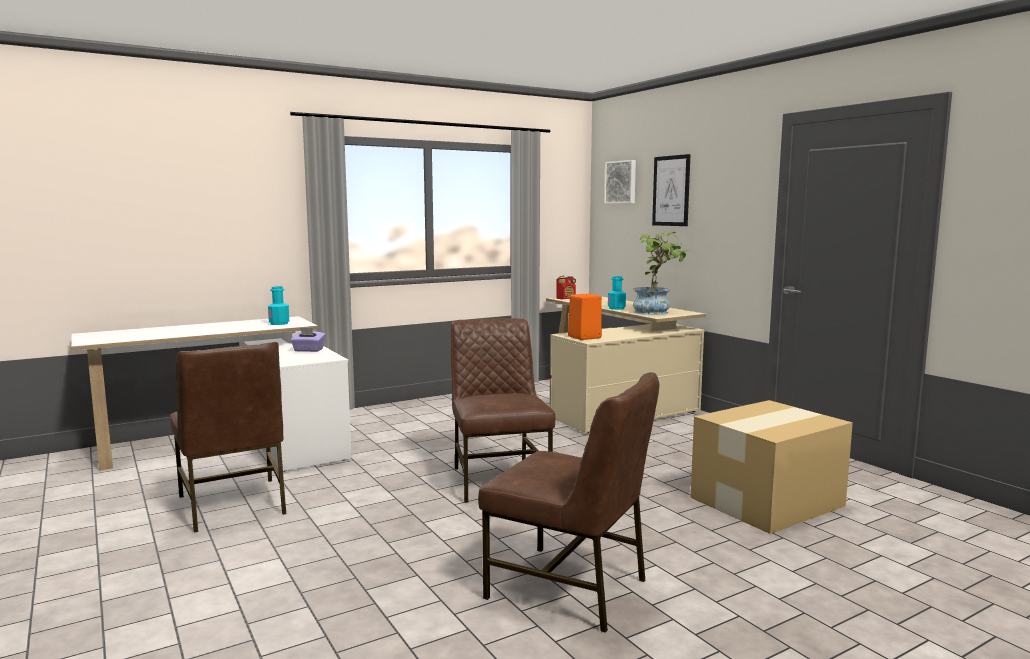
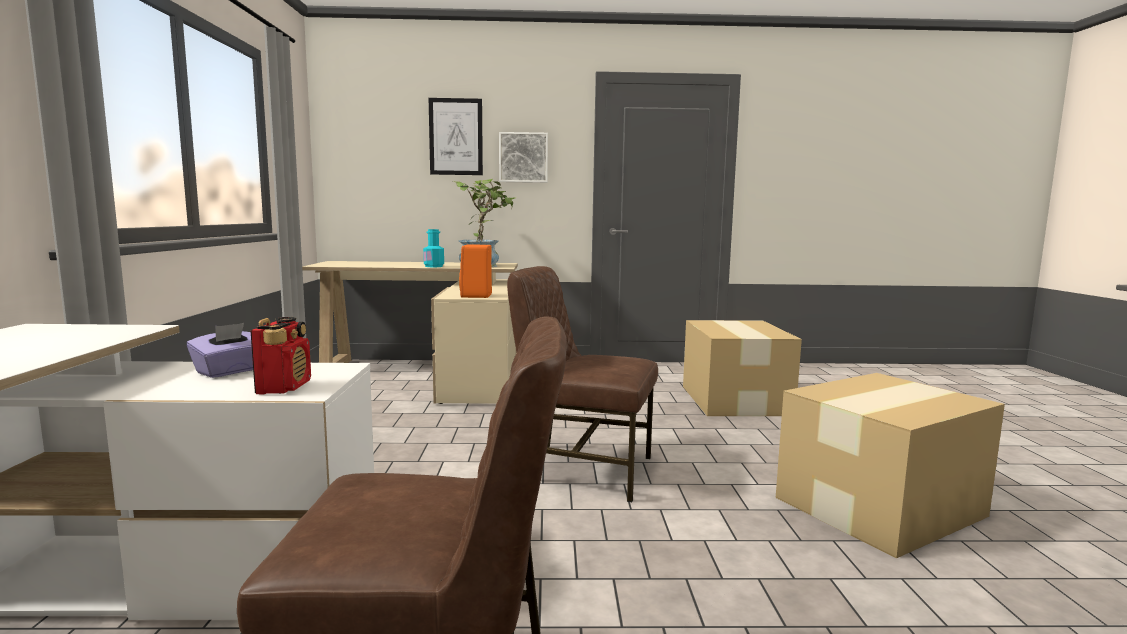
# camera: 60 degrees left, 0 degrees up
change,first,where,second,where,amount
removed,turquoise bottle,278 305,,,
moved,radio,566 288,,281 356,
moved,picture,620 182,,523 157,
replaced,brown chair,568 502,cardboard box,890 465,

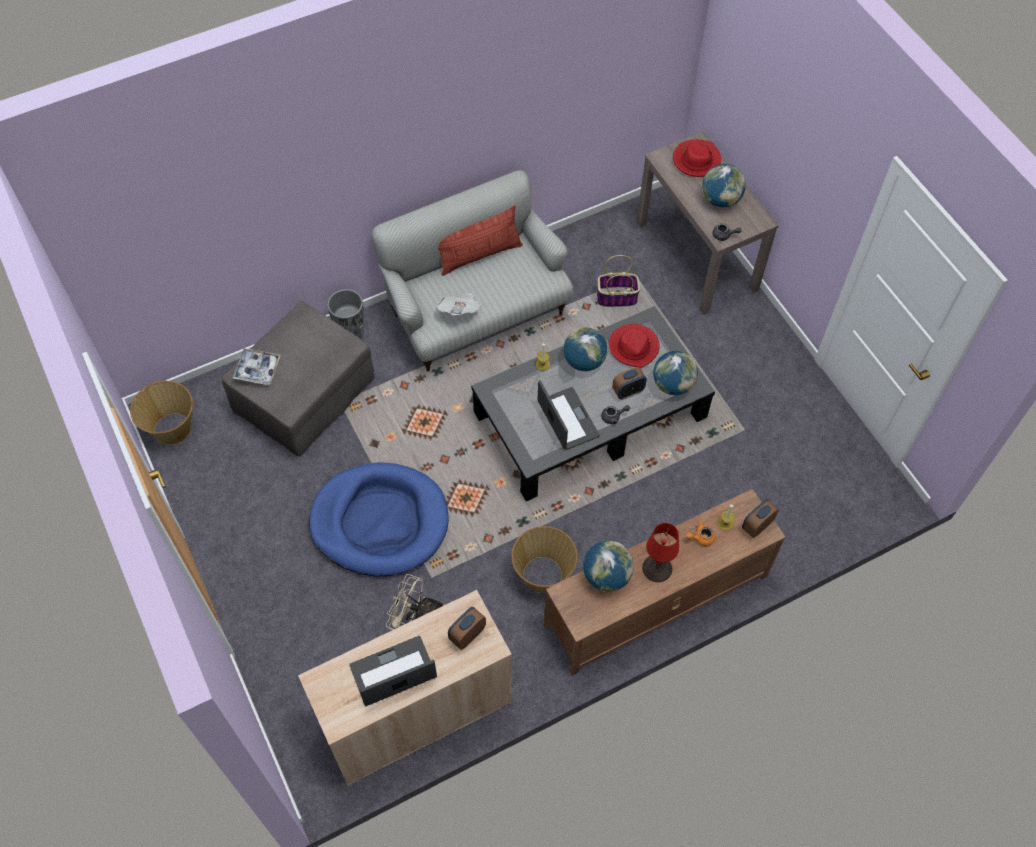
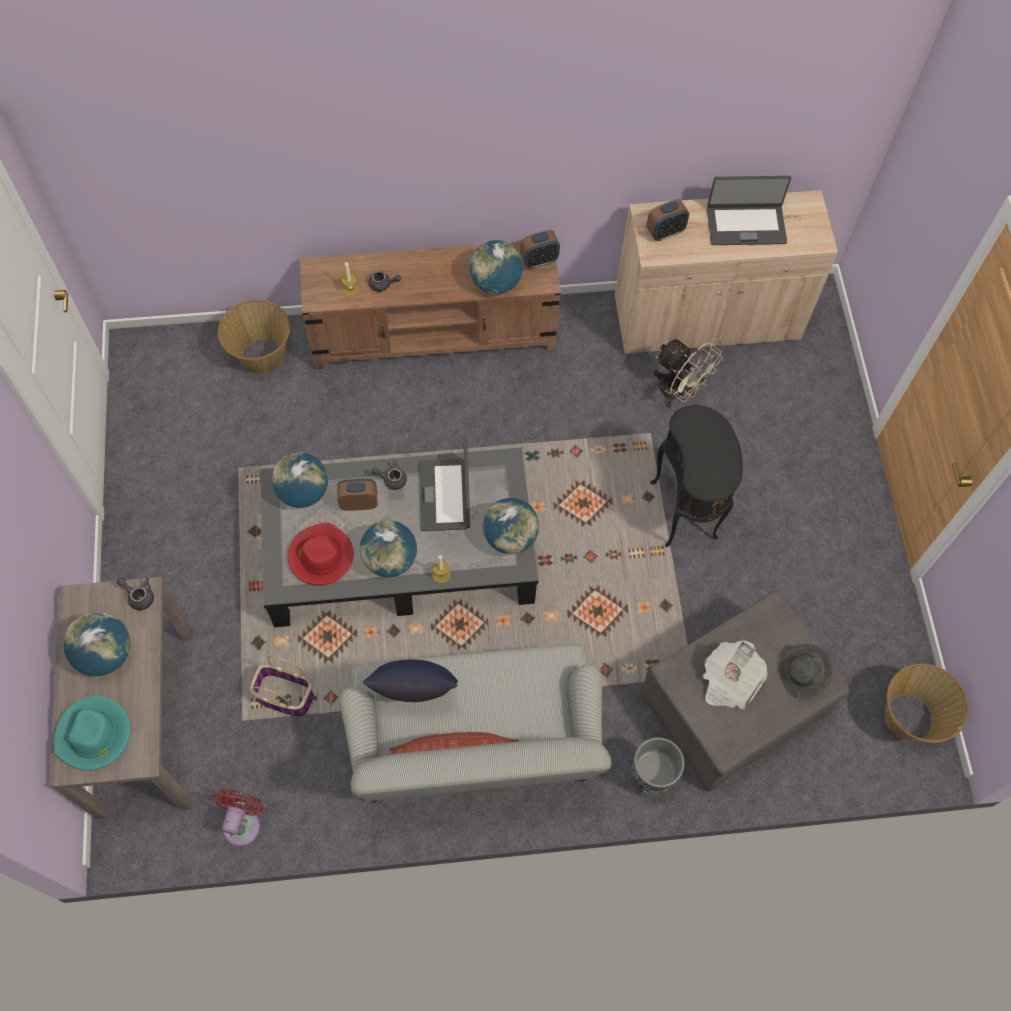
# camera: 160 degrees left, 5 degrees up
change,first,where,second,where,amount
removed,red table lamp,660 552,,,
added,,,red fan,239 817,
added,,,blue pillow,410 680,
added,,,globe,511 526,
moved,newspaper,458 304,,735 675,
moved,basket,544 559,,254 336,
moved,alarm clock,760 518,,540 249,
replaced,tray,256 366,grey hat,806 671,
replaced,blue dog bed,379 519,black side table,696 476,
recoloured,red hat,697 158,turquoise hat,92 733,
recoloured,orange teapot,700 533,grey teapot,385 281,

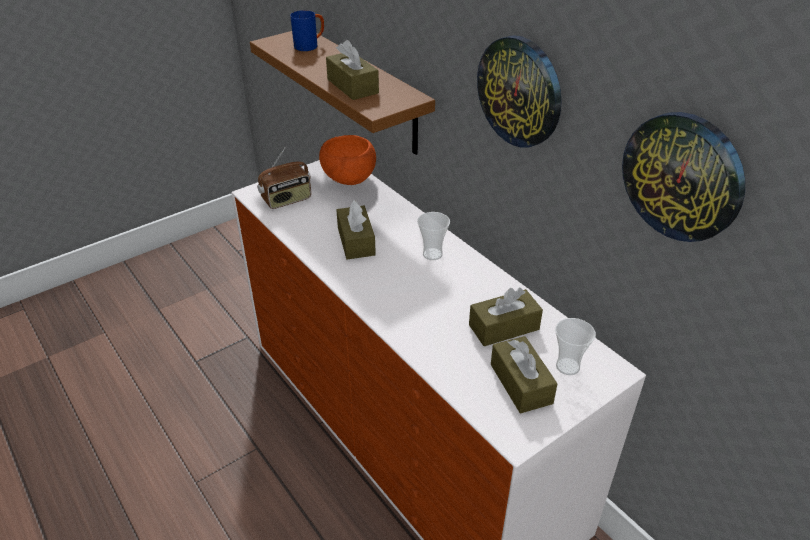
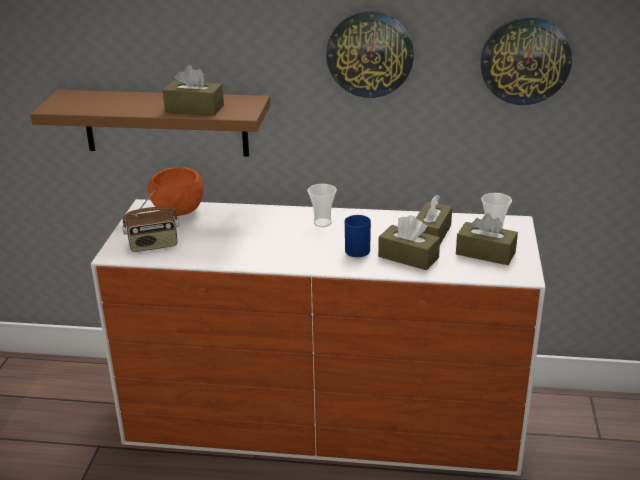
# camera: 45 degrees left, 10 degrees down
change,first,where,second,where,amount
moved,blue mug,307 30,,358 236,
moved,brown tissue box,356 229,,409 242,
turned,radio,284 177,,150 220,60 degrees clockwise

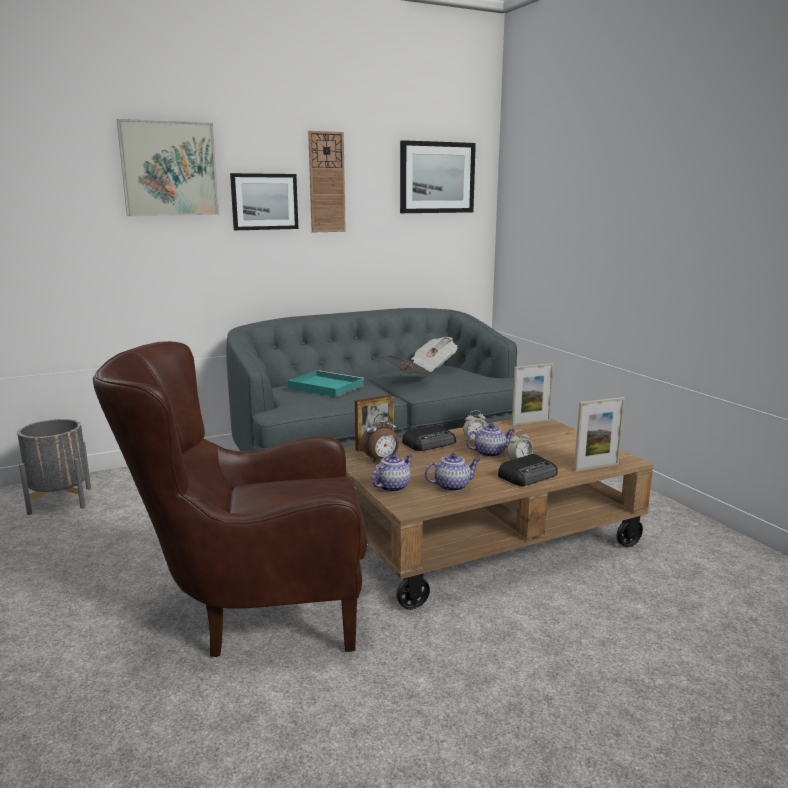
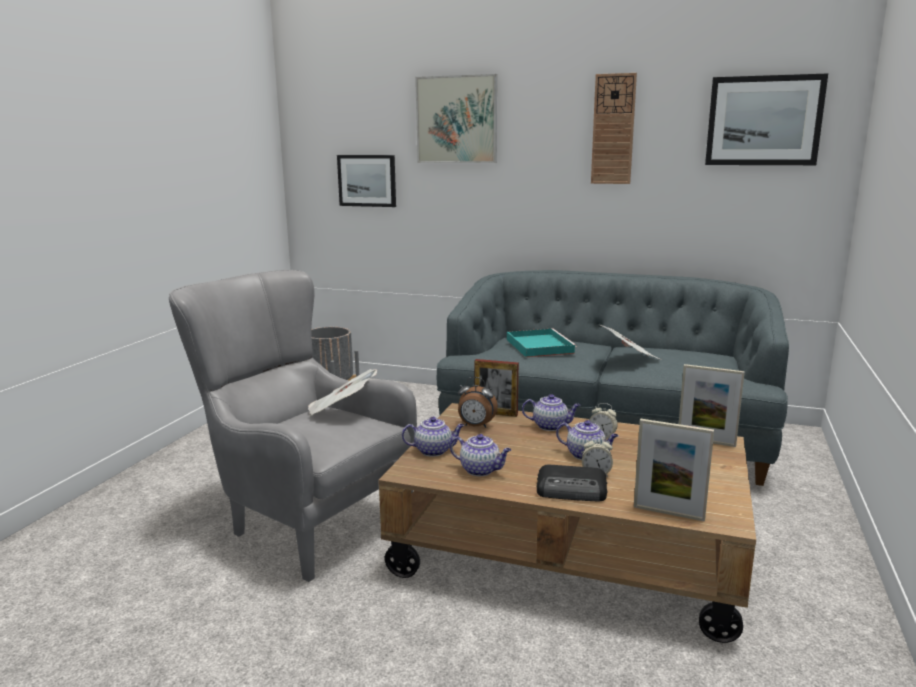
# camera: 45 degrees right, 0 degrees up
change,first,where,second,where,amount
moved,picture,264 201,,366 181,
moved,newspaper,434 354,,342 392,
replaced,radio,429 438,teapot,551 412,
recoloured,brown armchair,230 499,grey armchair,293 426,

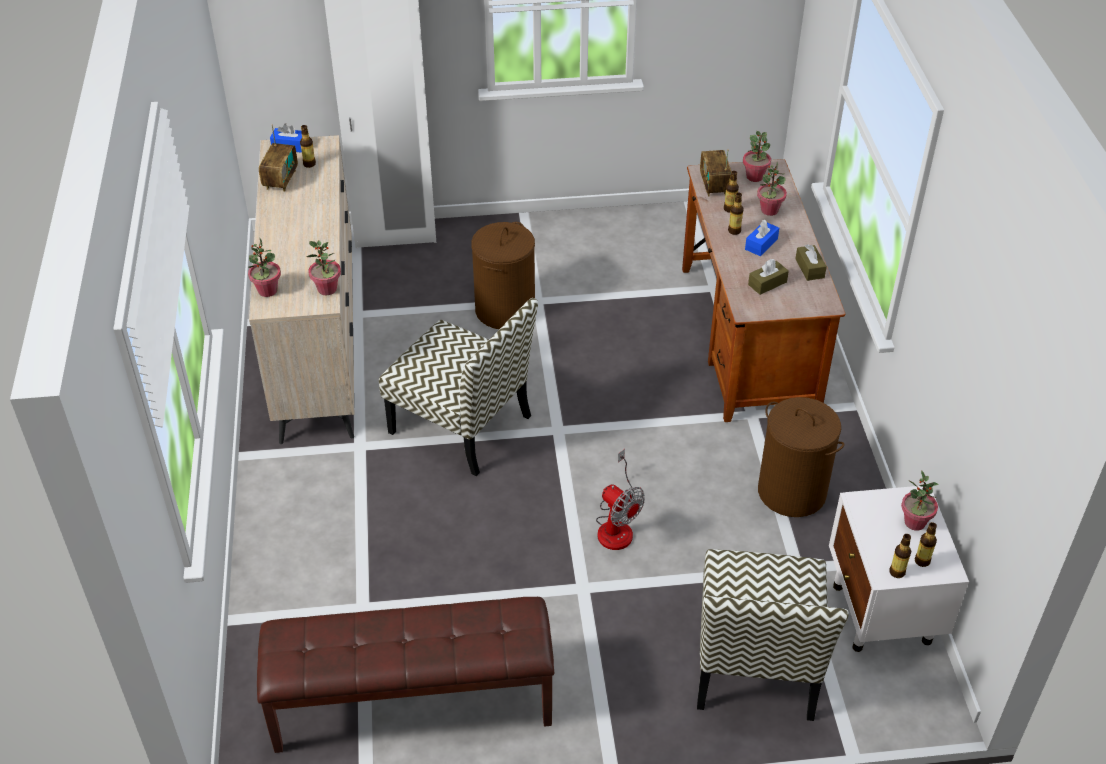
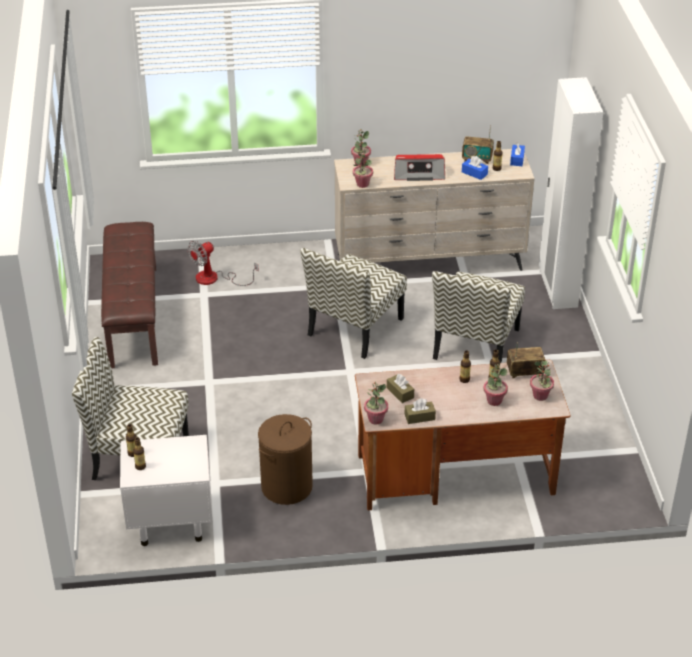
# camera: 90 degrees right, 5 degrees down
change,first,where,second,where,amount
added,,,radio,419 167,
moved,fan,620 499,,223 263,
moved,blue tissue box,762 238,,475 168,
moved,potted plant,920 500,,376 403,
replaced,brown laundry basket,503 275,chair,478 317,

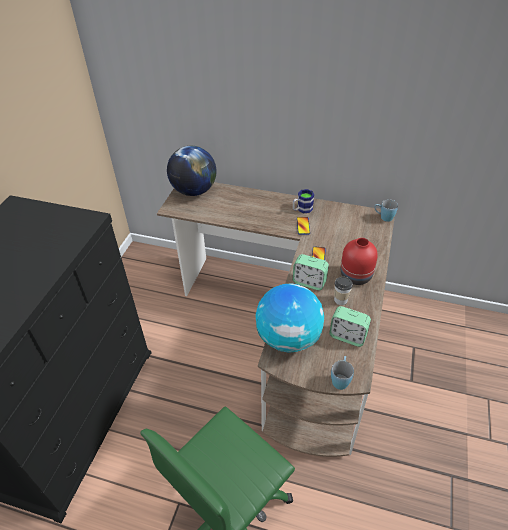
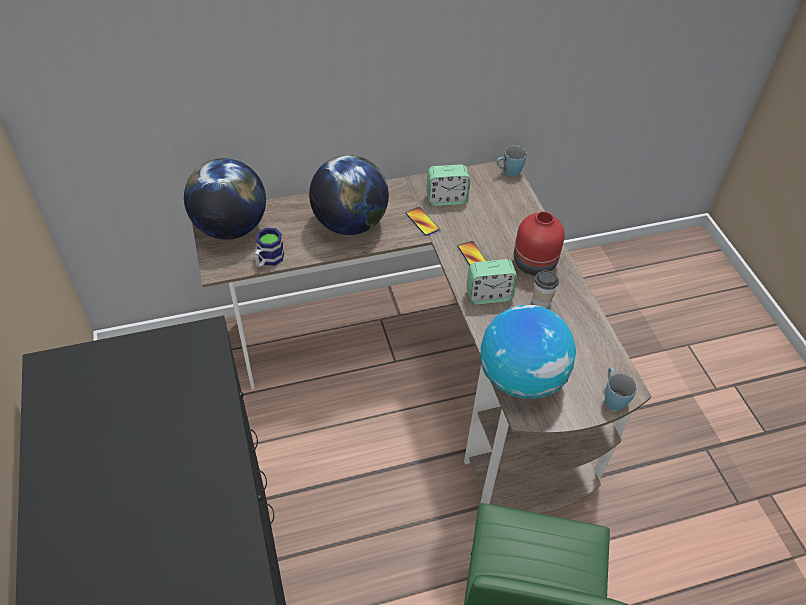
# camera: 35 degrees left, 5 degrees up
change,first,where,second,where,amount
added,,,globe,349 195,
moved,mug,303 201,,269 248,
moved,alarm clock,350 326,,448 185,

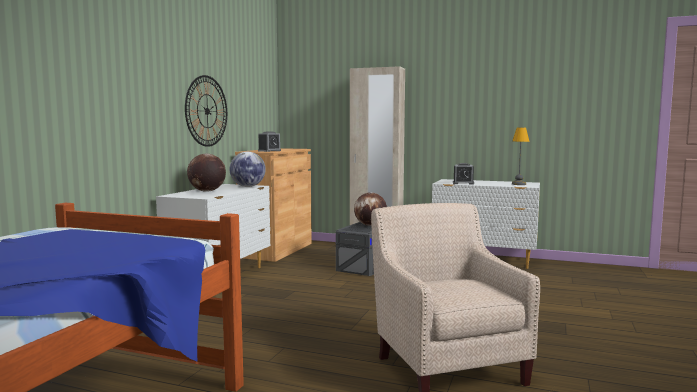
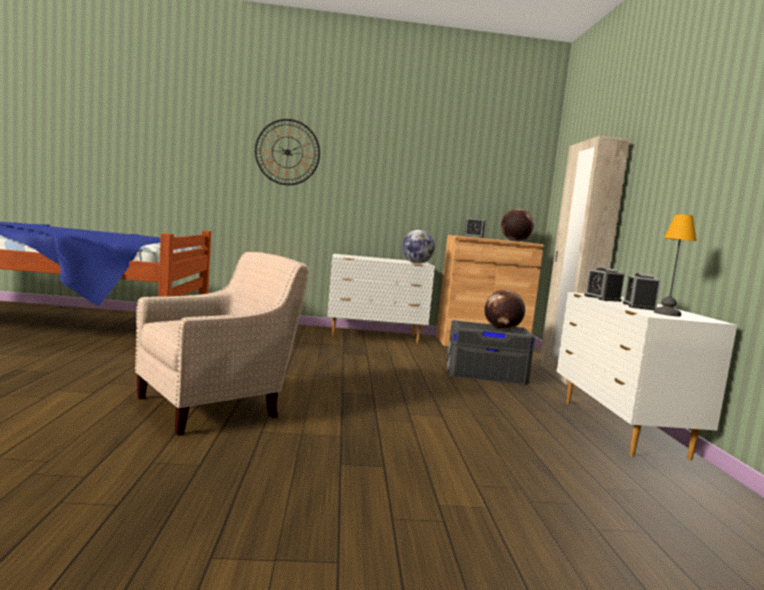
# camera: 65 degrees right, 0 degrees up
change,first,where,second,where,amount
added,,,alarm clock,642 291,
moved,wall clock,206 111,,287 152,
moved,globe,206 173,,517 225,

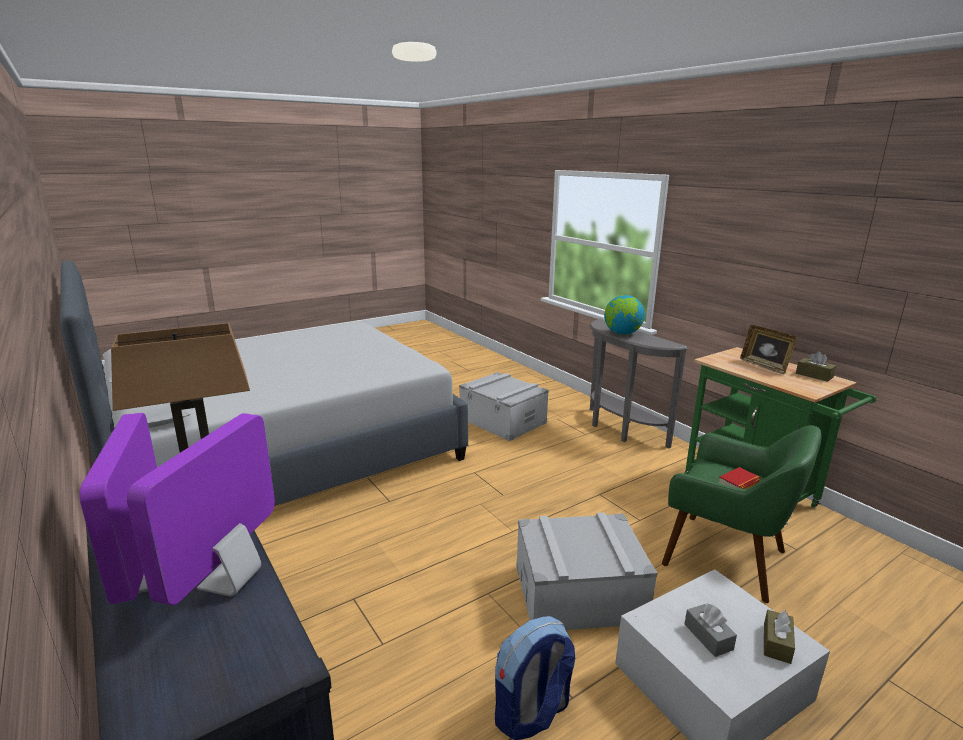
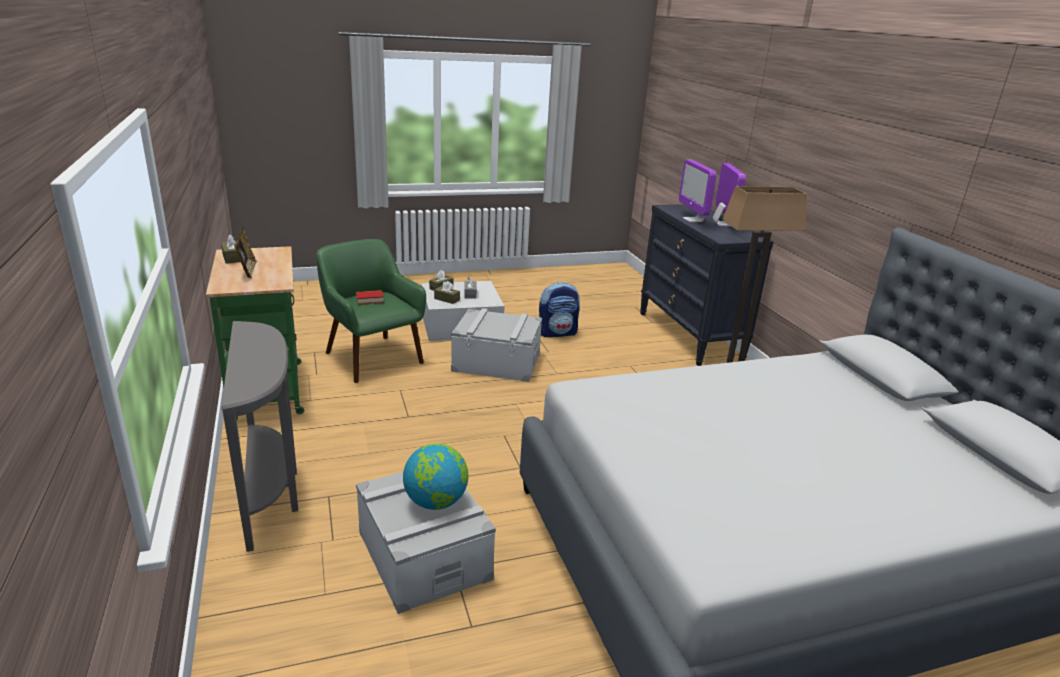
# camera: 165 degrees left, 5 degrees up
change,first,where,second,where,amount
added,,,brown tissue box,447 292,
moved,globe,624 315,,435 476,
turned,monitor,200 509,,698 191,135 degrees clockwise

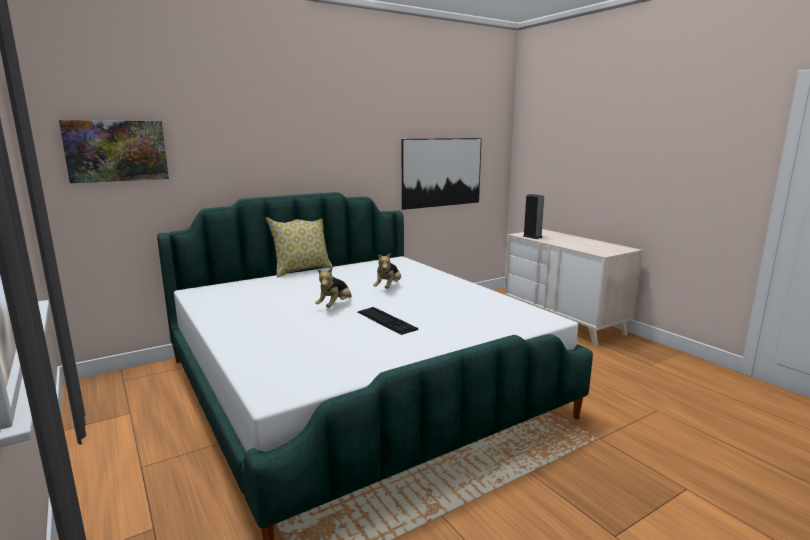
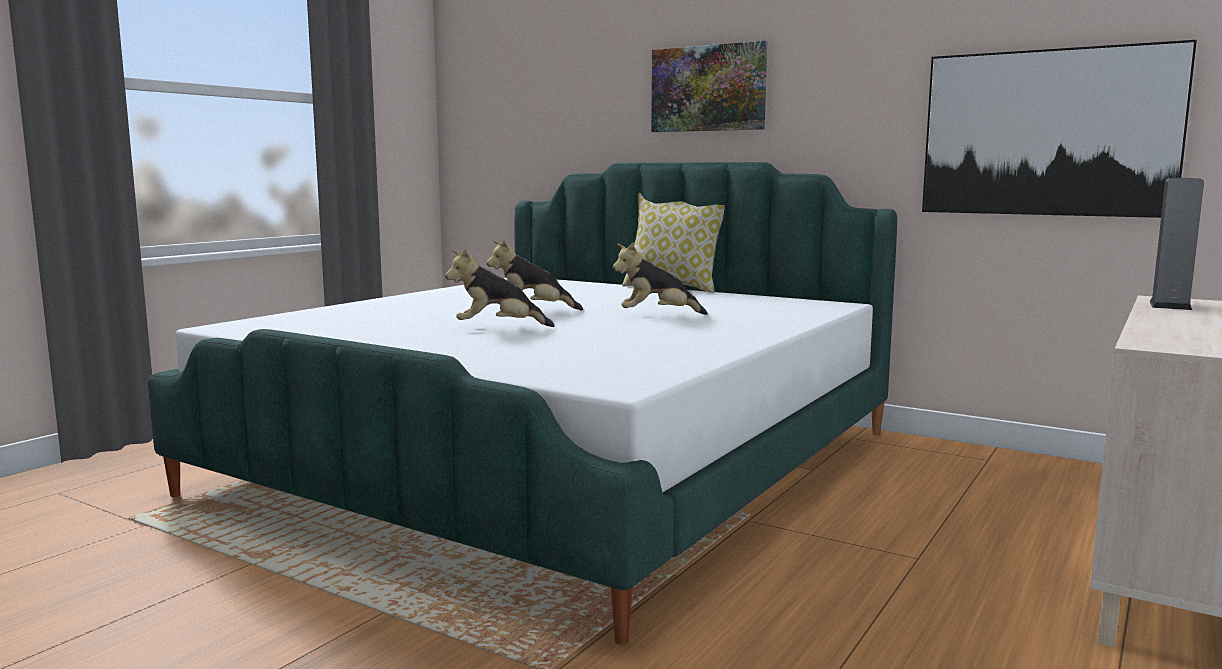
# camera: 65 degrees right, 5 degrees down
change,first,where,second,where,amount
moved,picture,114 151,,709 86,
replaced,keyboard,387 321,plush toy,500 288,

